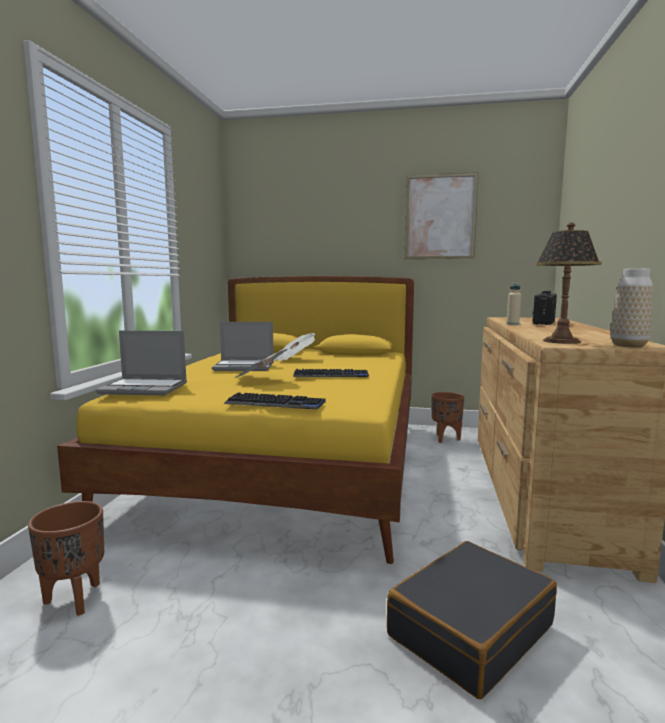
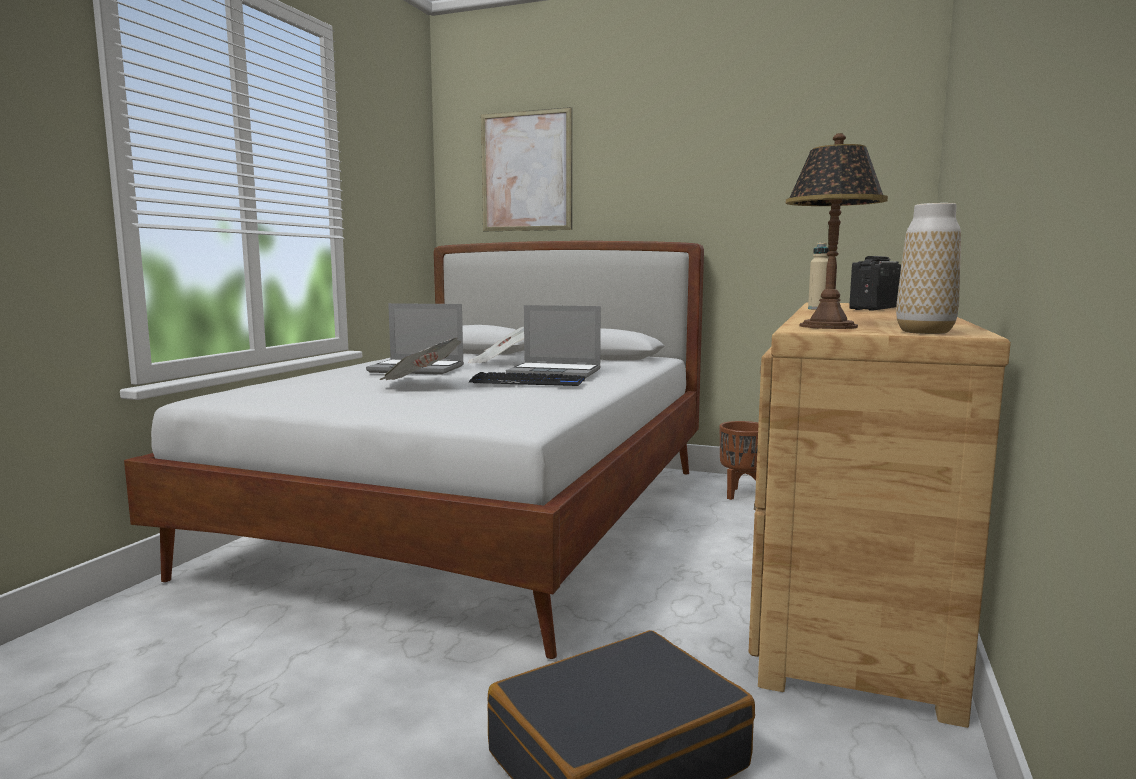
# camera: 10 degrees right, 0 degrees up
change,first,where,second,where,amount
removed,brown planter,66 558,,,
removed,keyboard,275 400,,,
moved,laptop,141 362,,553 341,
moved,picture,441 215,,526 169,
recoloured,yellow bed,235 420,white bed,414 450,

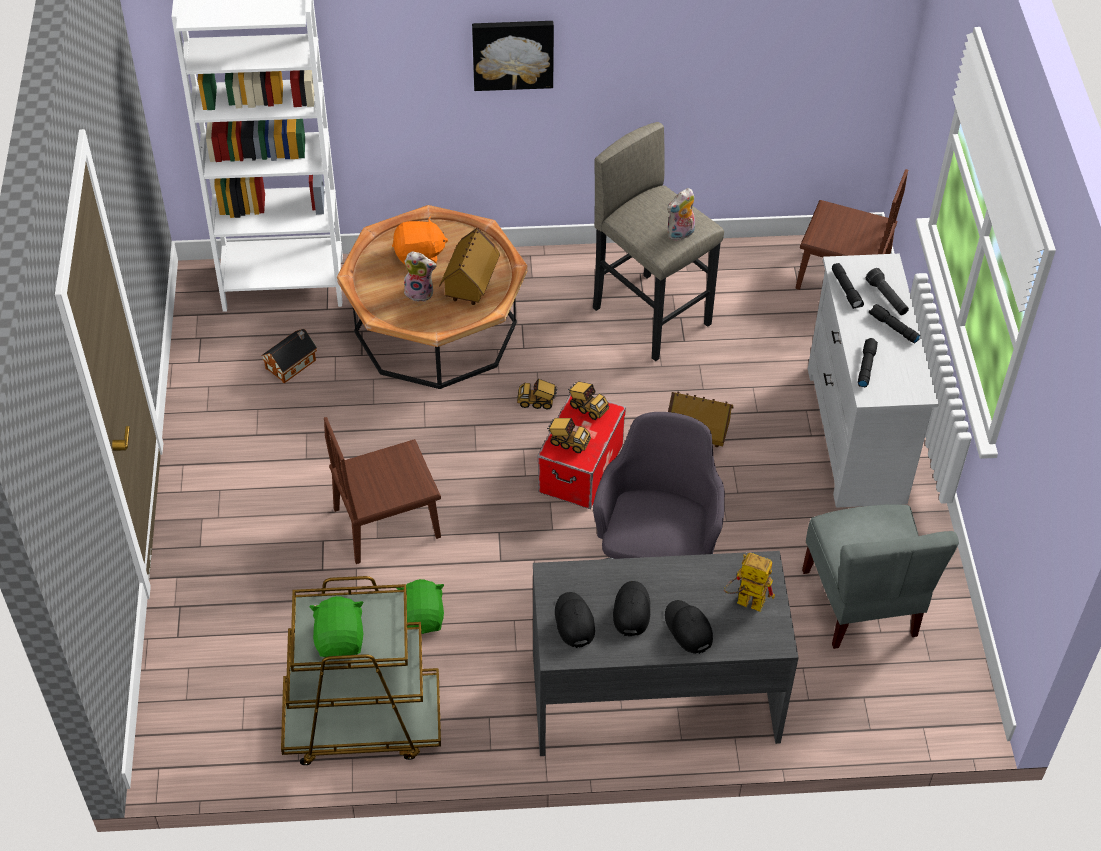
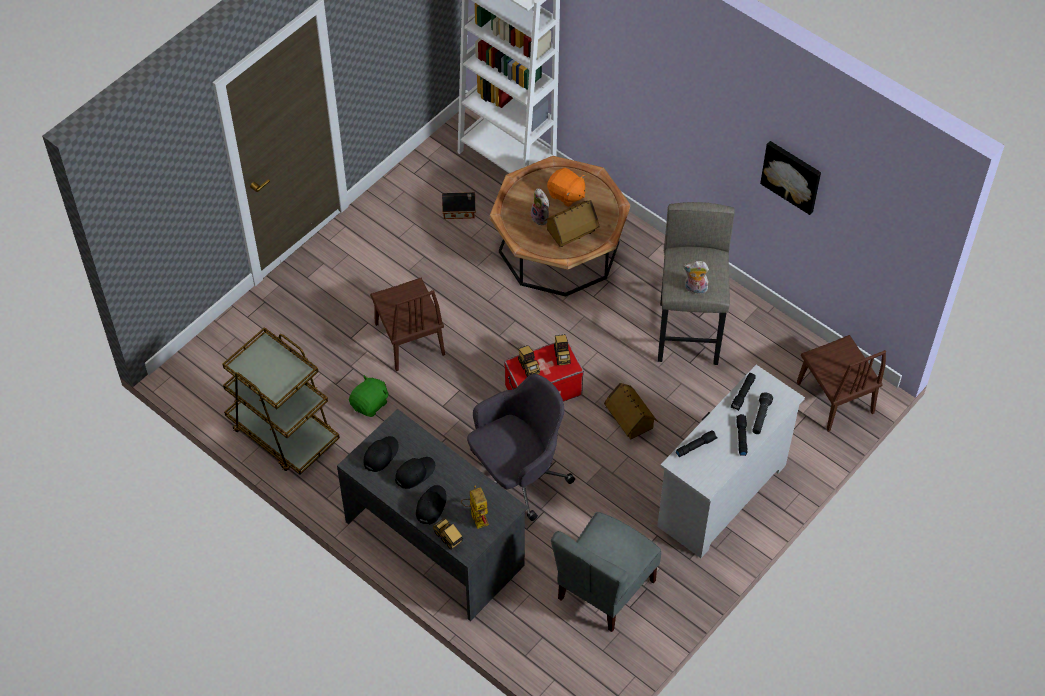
# camera: 45 degrees right, 5 degrees up
change,first,where,second,where,amount
removed,green plush toy,336 626,,,
moved,picture,513 56,,790 178,
moved,toy truck,537 394,,448 534,
turned,brown chair,382 490,,407 324,135 degrees counterclockwise

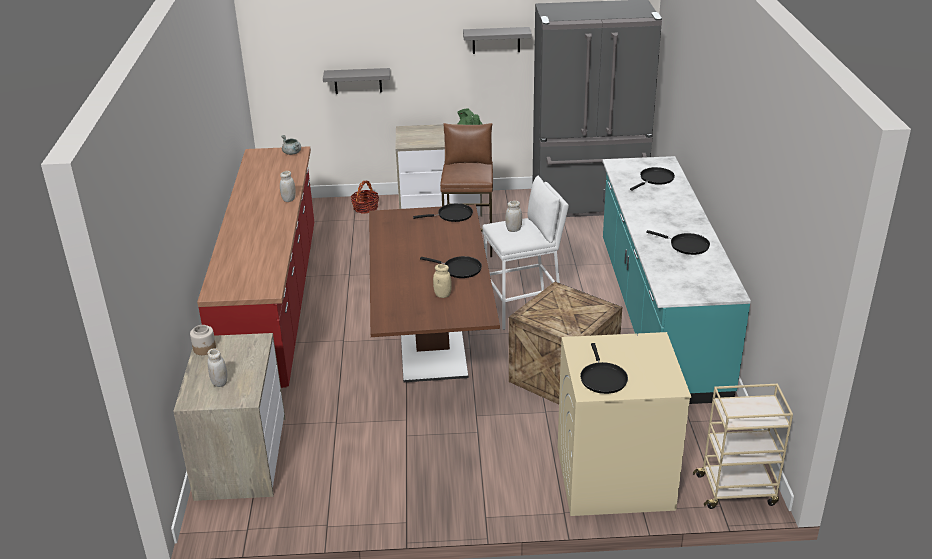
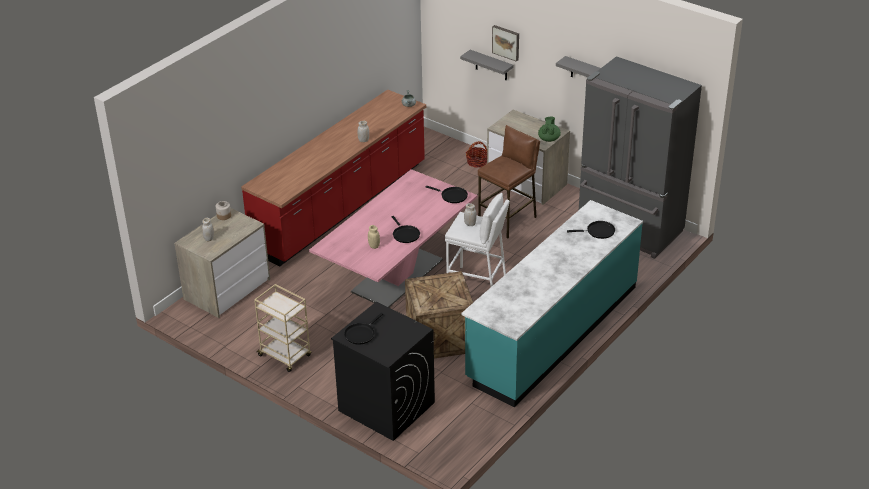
# camera: 40 degrees right, 5 degrees up
change,first,where,second,where,amount
removed,black frying pan,678 242,,,
added,,,picture,505 43,
moved,beige cart,743 446,,282 328,
recoloured,brown dining table,434 293,pink dining table,393 238,
recoloured,beige washing machine,624 424,black washing machine,383 371,

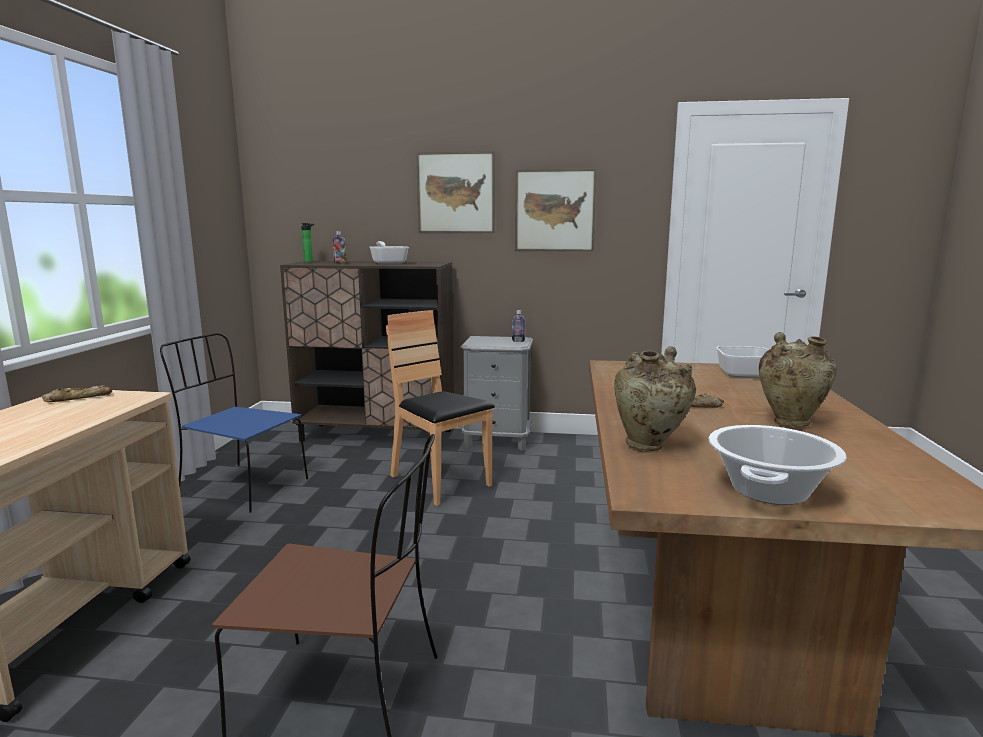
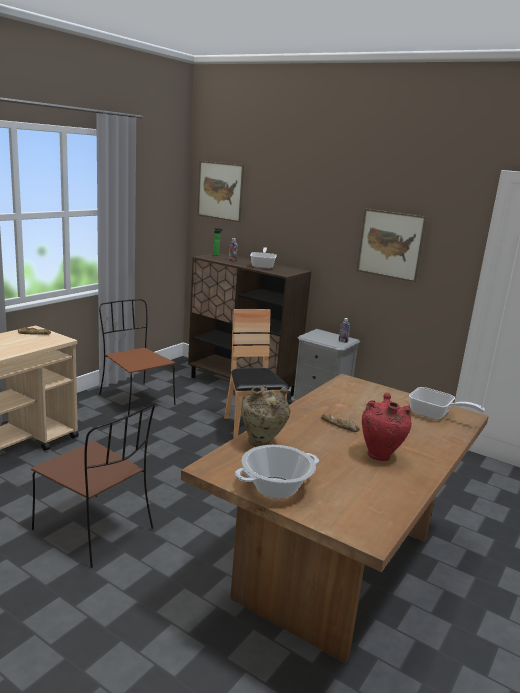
# camera: 25 degrees right, 5 degrees up
change,first,where,second,where,amount
moved,picture,455 192,,220 191,
recoloured,blue chair,234 422,brown chair,137 357,
recoloured,beige vase,798 379,red vase,387 427,

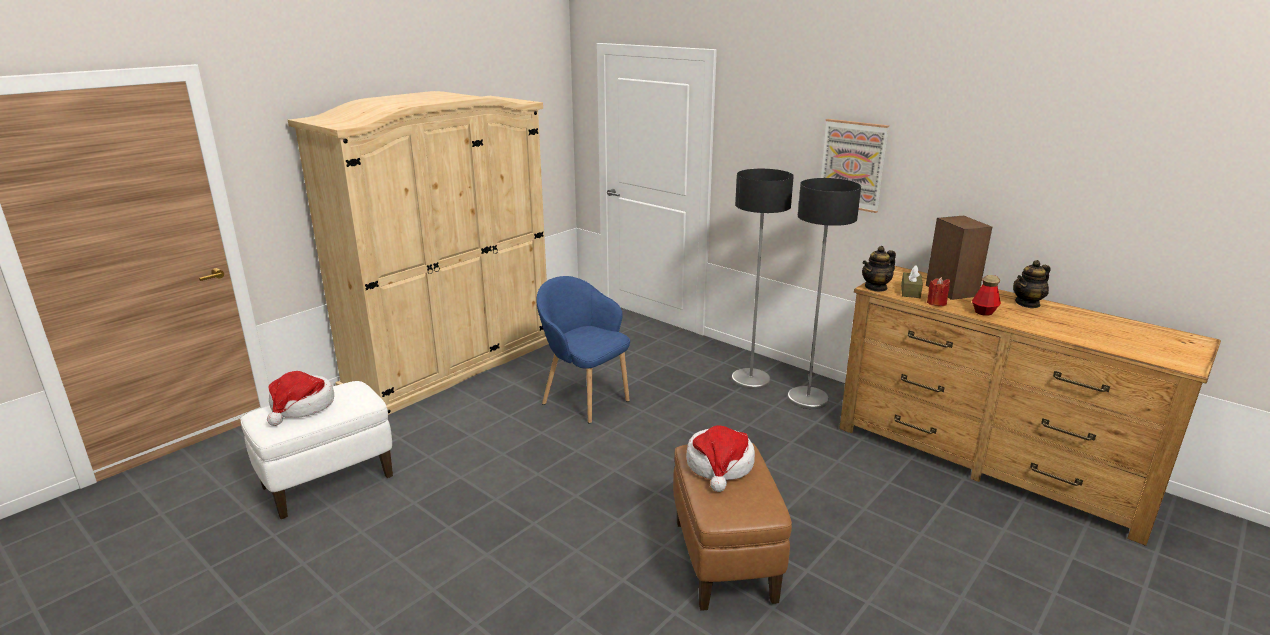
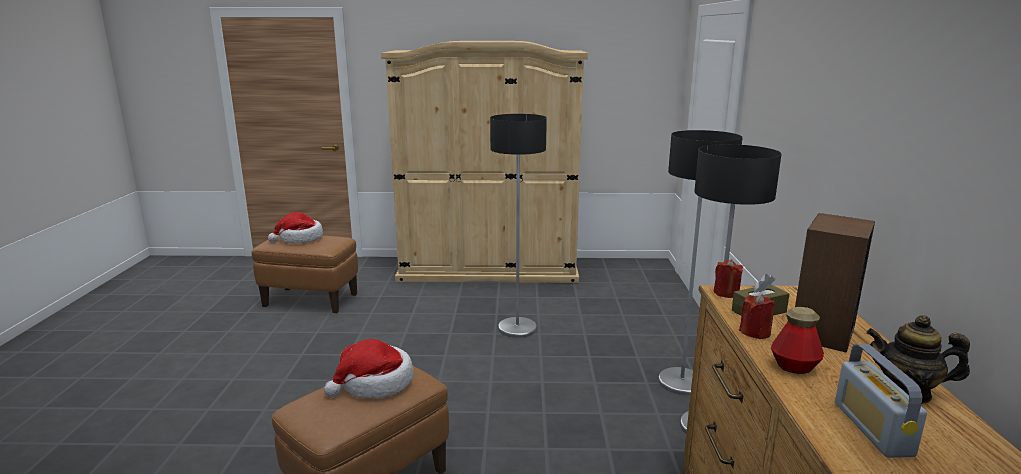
# camera: 50 degrees right, 5 degrees down
change,first,where,second,where,amount
removed,picture,855 166,,,
added,,,radio,881 401,
replaced,blue armchair,583 350,floor lamp,518 226,
replaced,teapot,879 269,red candle,728 278,
recoloured,white ottoman,317 450,brown ottoman,304 274,

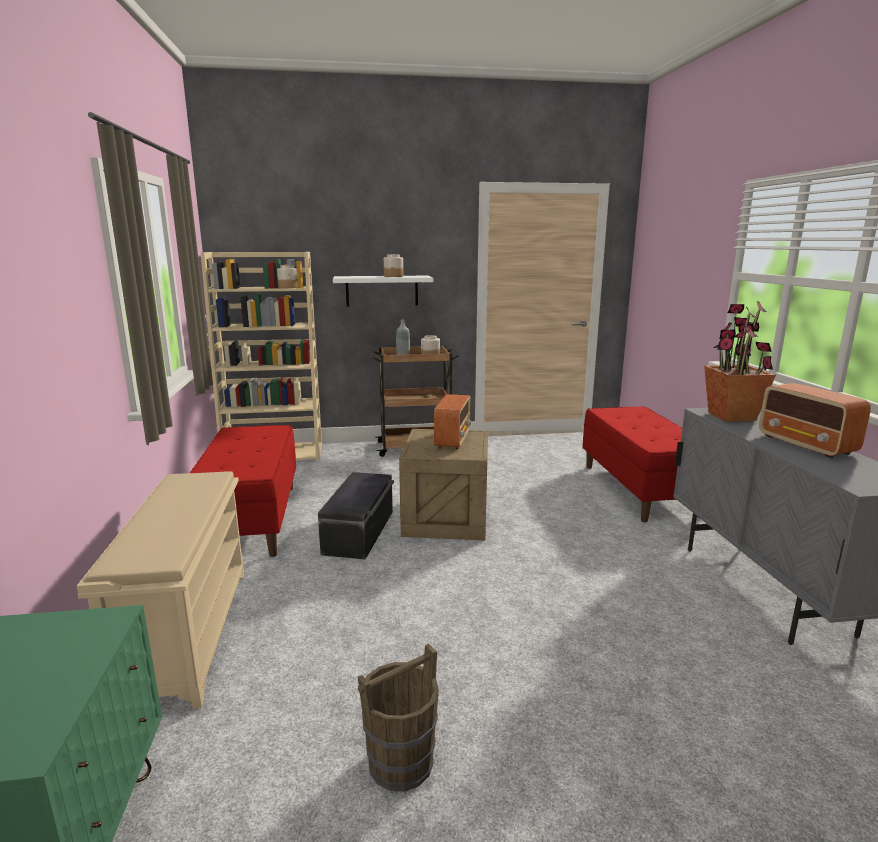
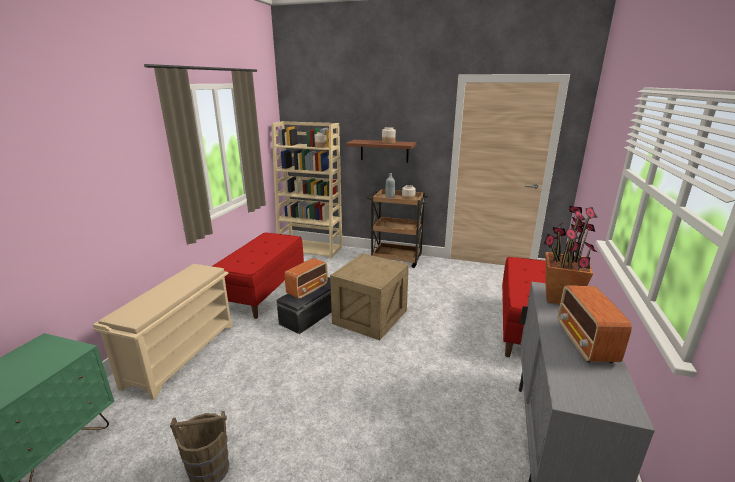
# camera: 25 degrees right, 5 degrees up
change,first,where,second,where,amount
moved,radio,452 421,,306 278,
recoloured,white shelf,383 291,brown shelf,381 151,

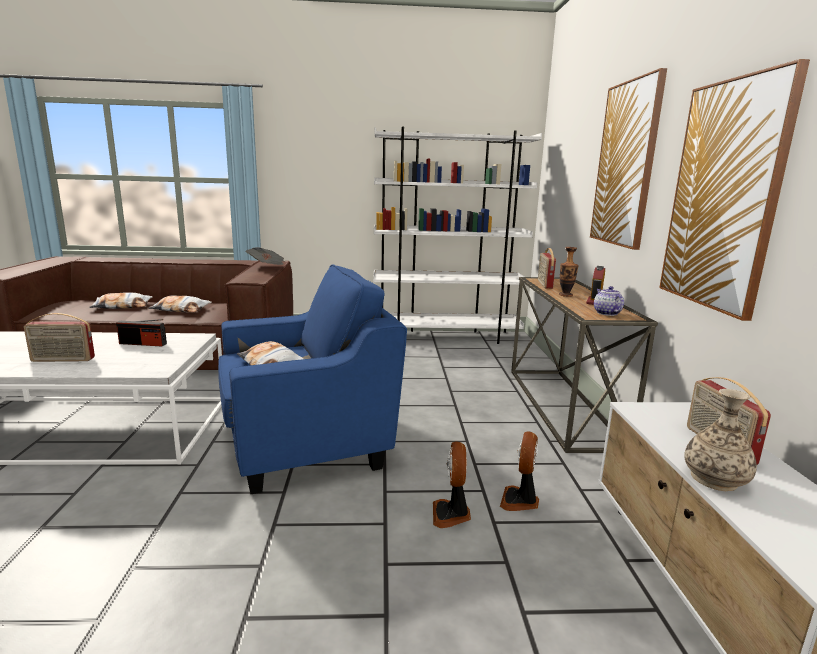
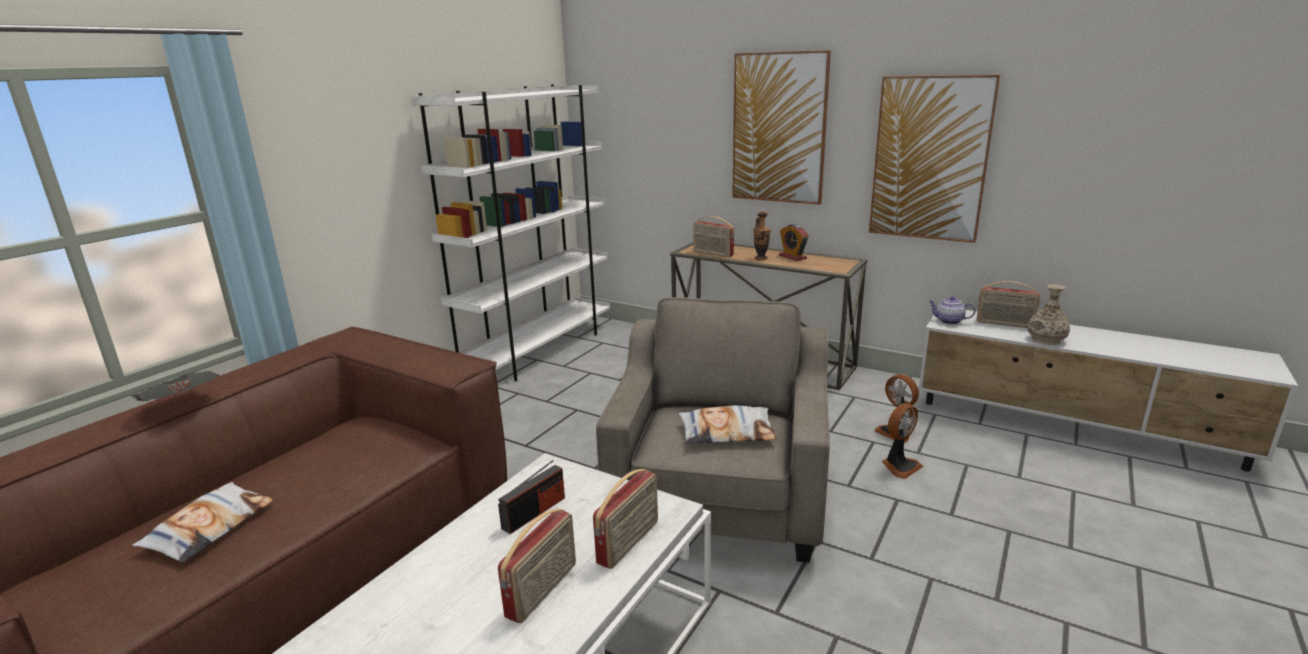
# camera: 55 degrees left, 5 degrees up
change,first,where,second,where,amount
removed,pillow,180 304,,,
added,,,radio,625 519,
moved,newspaper,265 256,,175 386,
moved,teapot,609 301,,952 310,
recoloured,blue armchair,312 379,grey armchair,713 430,
turned,fan,452 484,,902 441,75 degrees counterclockwise

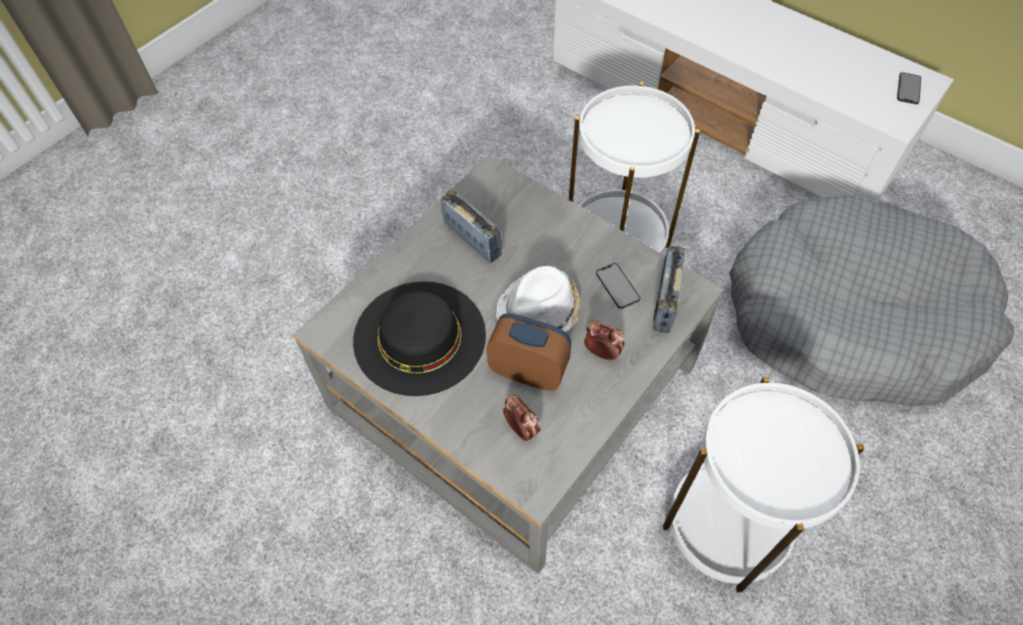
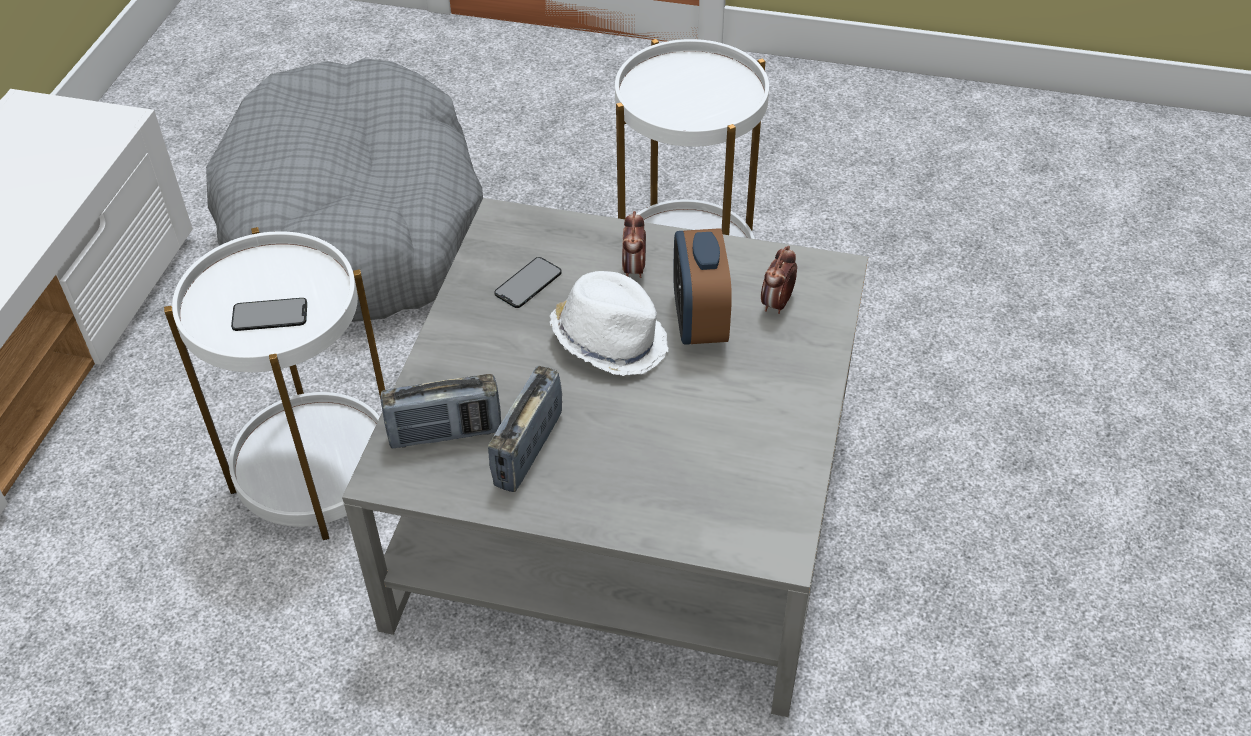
# camera: 115 degrees left, 10 degrees down
change,first,where,second,where,amount
removed,black hat,419 338,,,
moved,radio,669 289,,441 411,
moved,phone,909 88,,269 314,

